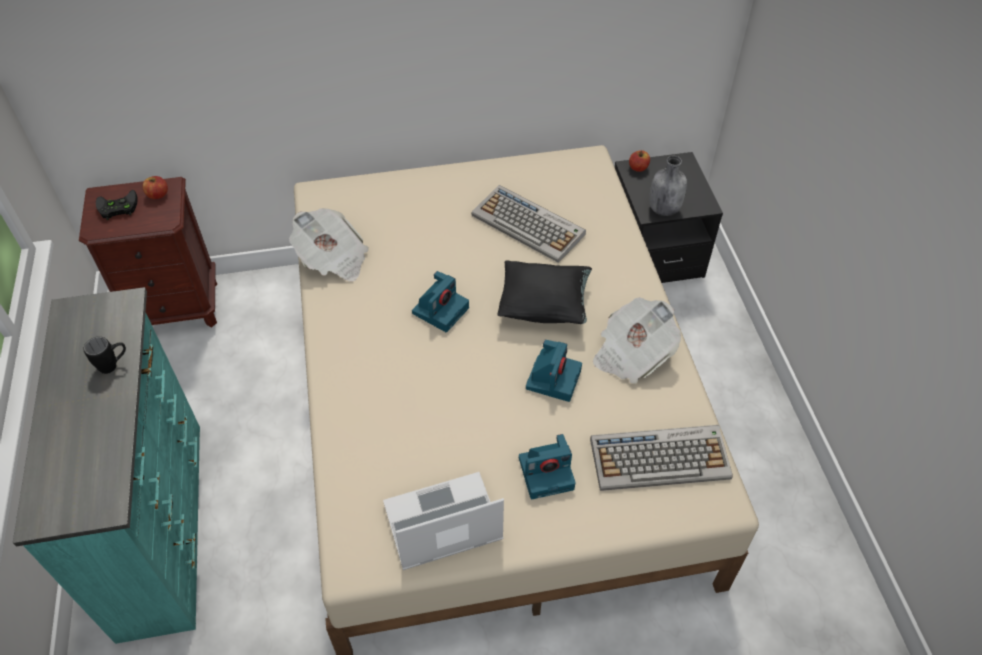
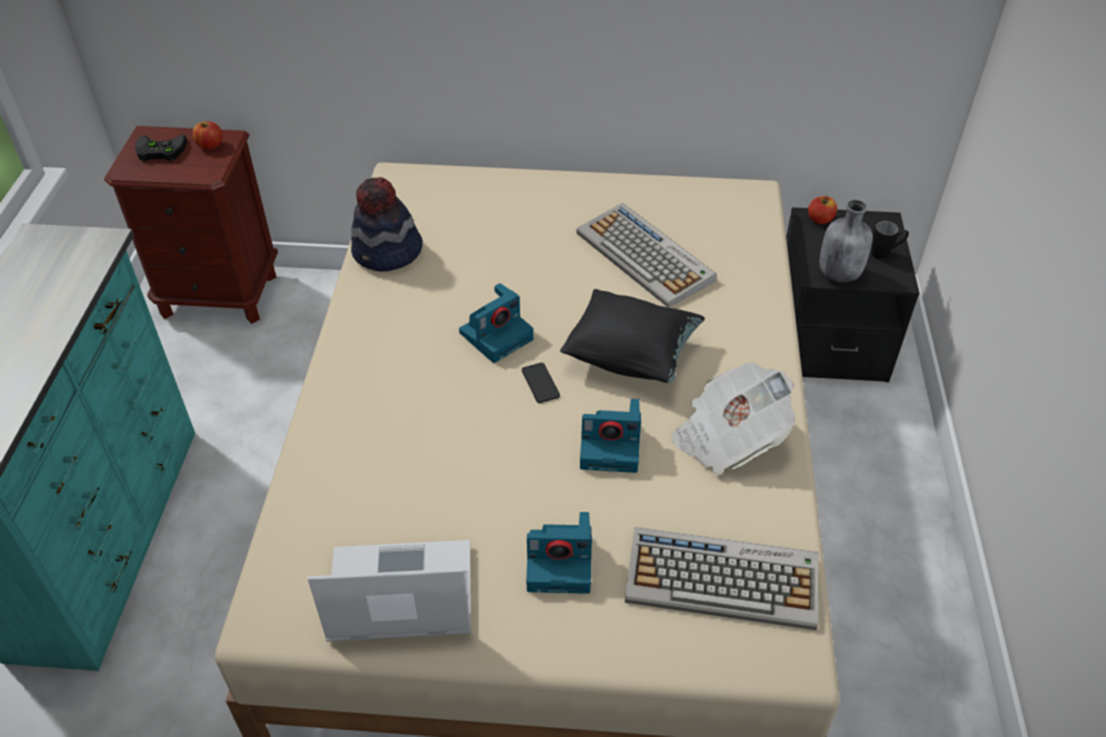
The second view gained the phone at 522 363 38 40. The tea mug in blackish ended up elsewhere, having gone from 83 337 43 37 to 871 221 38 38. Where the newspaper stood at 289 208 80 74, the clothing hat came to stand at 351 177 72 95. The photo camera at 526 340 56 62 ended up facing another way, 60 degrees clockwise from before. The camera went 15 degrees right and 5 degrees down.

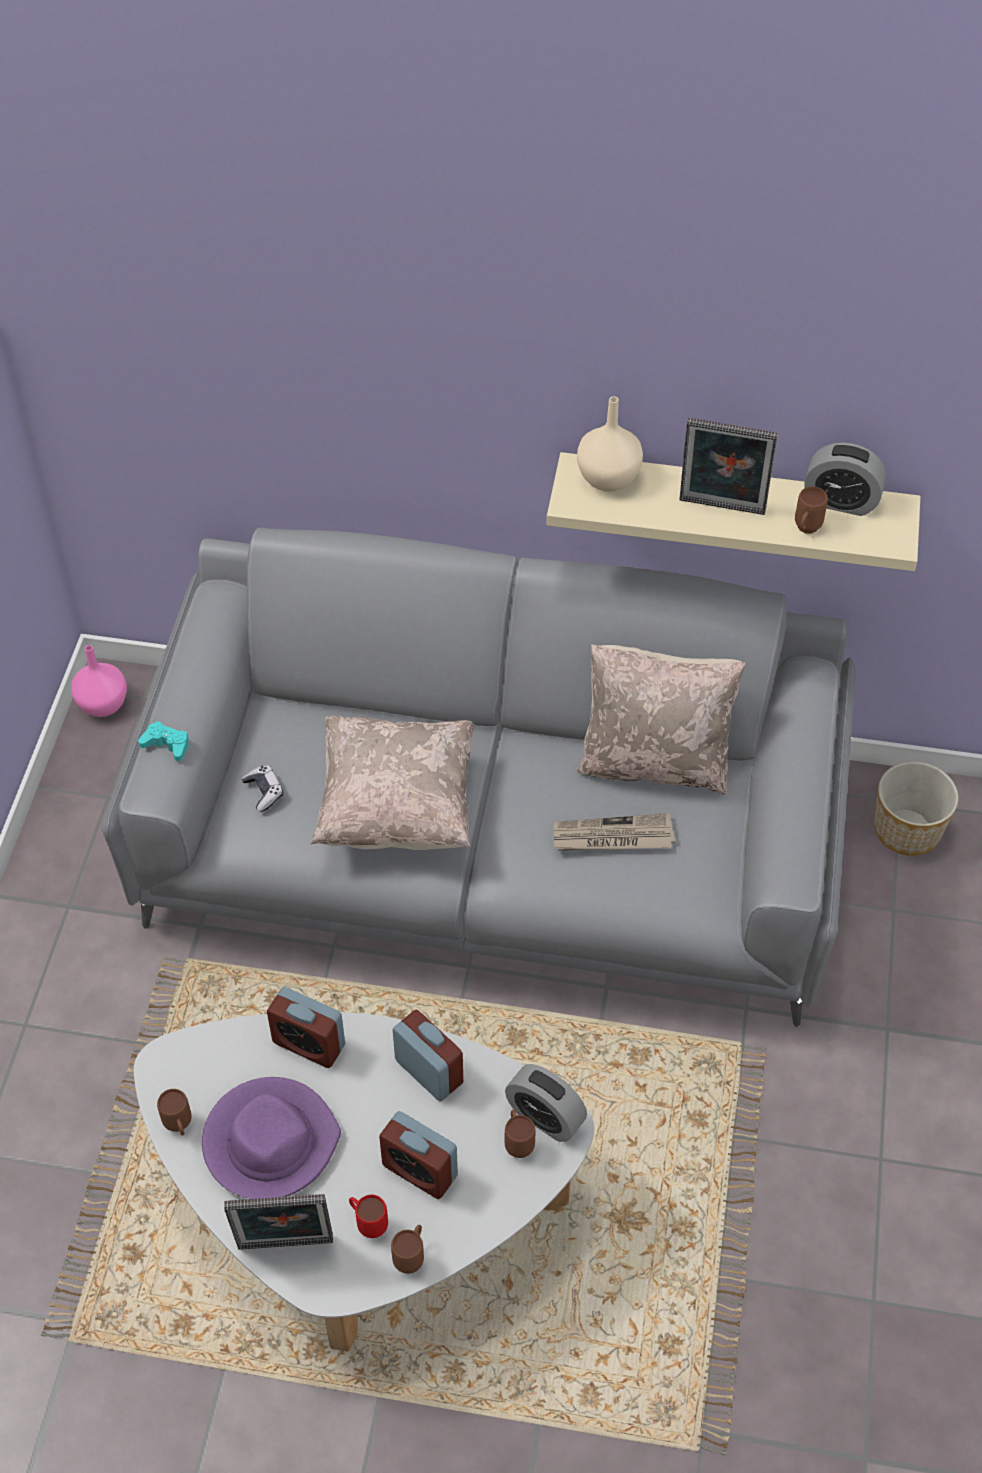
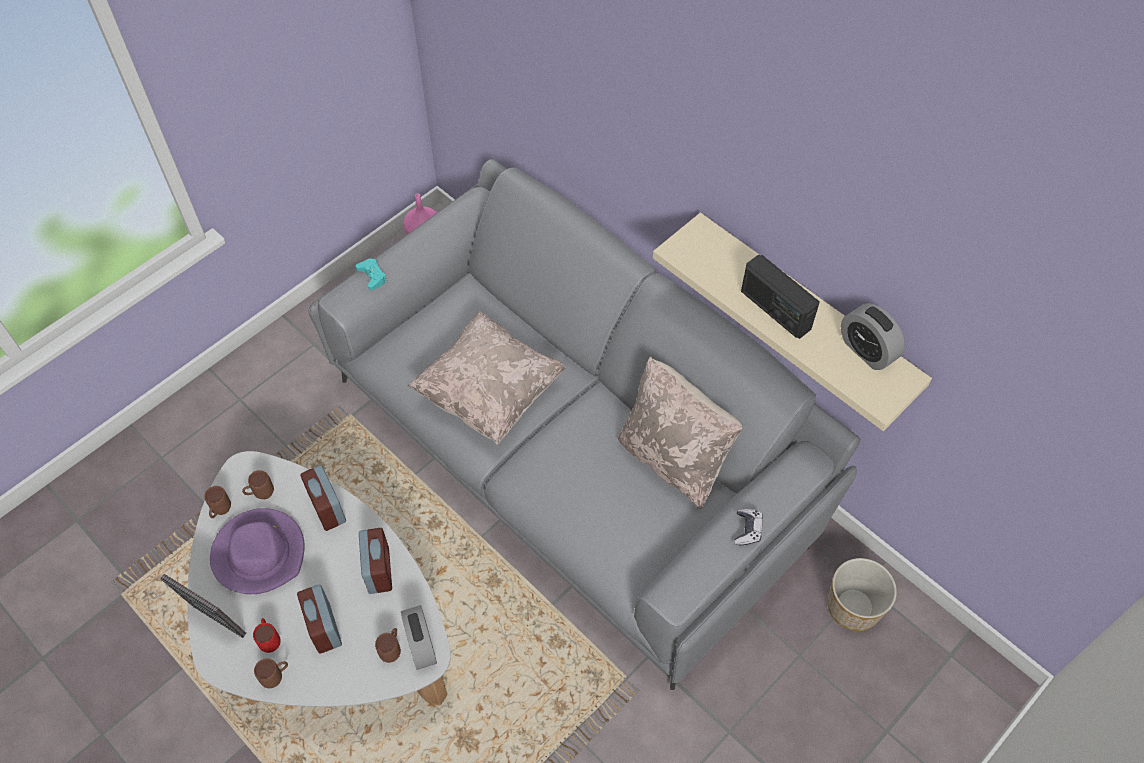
The second view lost the newspaper at 553 813 122 38. The second view lost the decorative vase in sand-coloured at 577 396 66 96. The gamepad ended up elsewhere, having gone from 241 765 42 47 to 734 509 29 36. The tea mug in brown ended up elsewhere, having gone from 795 486 33 48 to 242 470 32 29. Where the picture frame stood at 679 418 99 97, the radio receiver came to stand at 741 254 79 85. The camera went 35 degrees right and 5 degrees up.

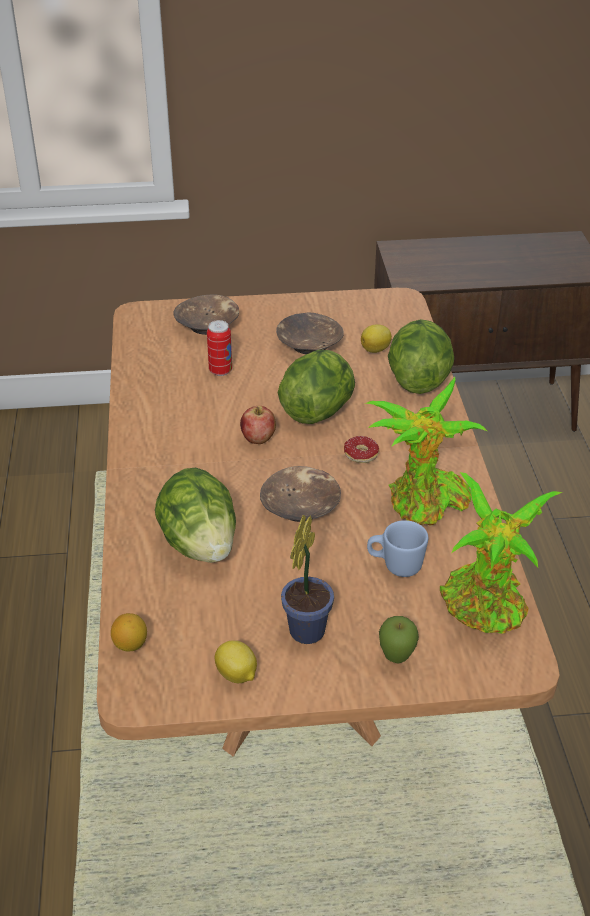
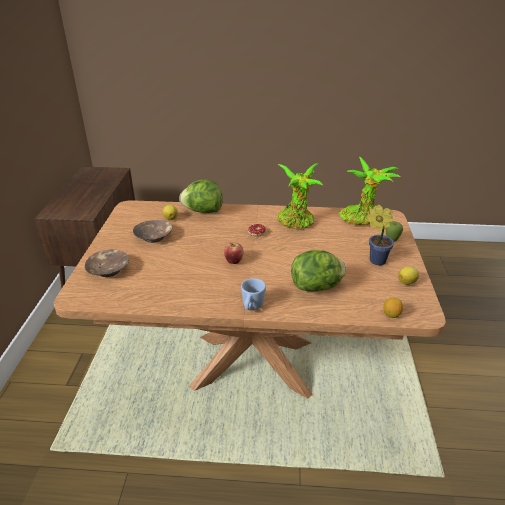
The second view lost the metal can at 207 320 25 56. The second view lost the serving bowl in brown at 260 466 81 56. The second view lost the lettuce at 278 350 77 74. The tea mug in blue-coloured ended up elsewhere, having gone from 367 520 61 57 to 241 278 25 32. The camera went 80 degrees left and 5 degrees down.

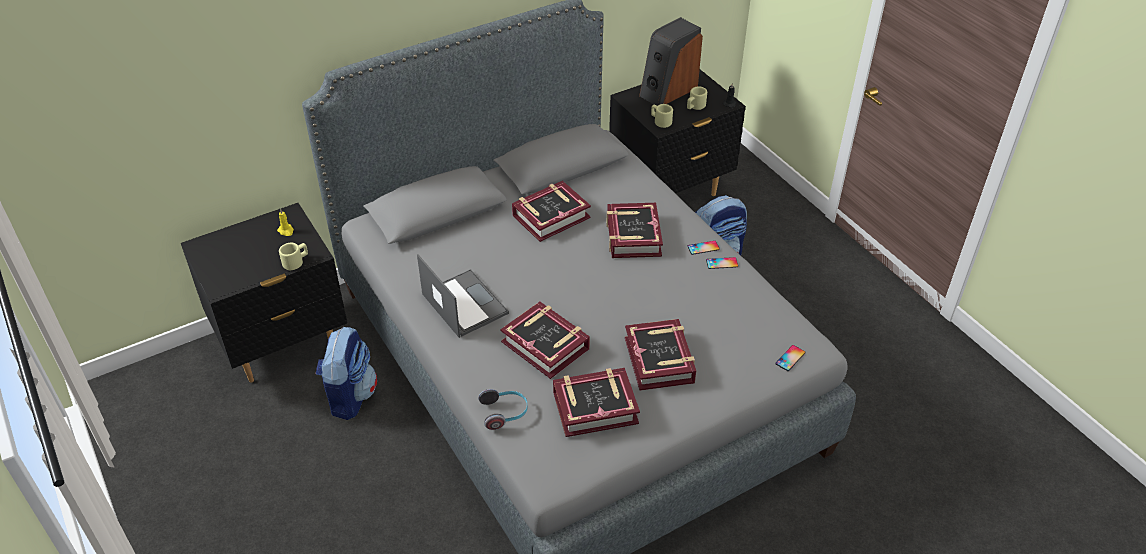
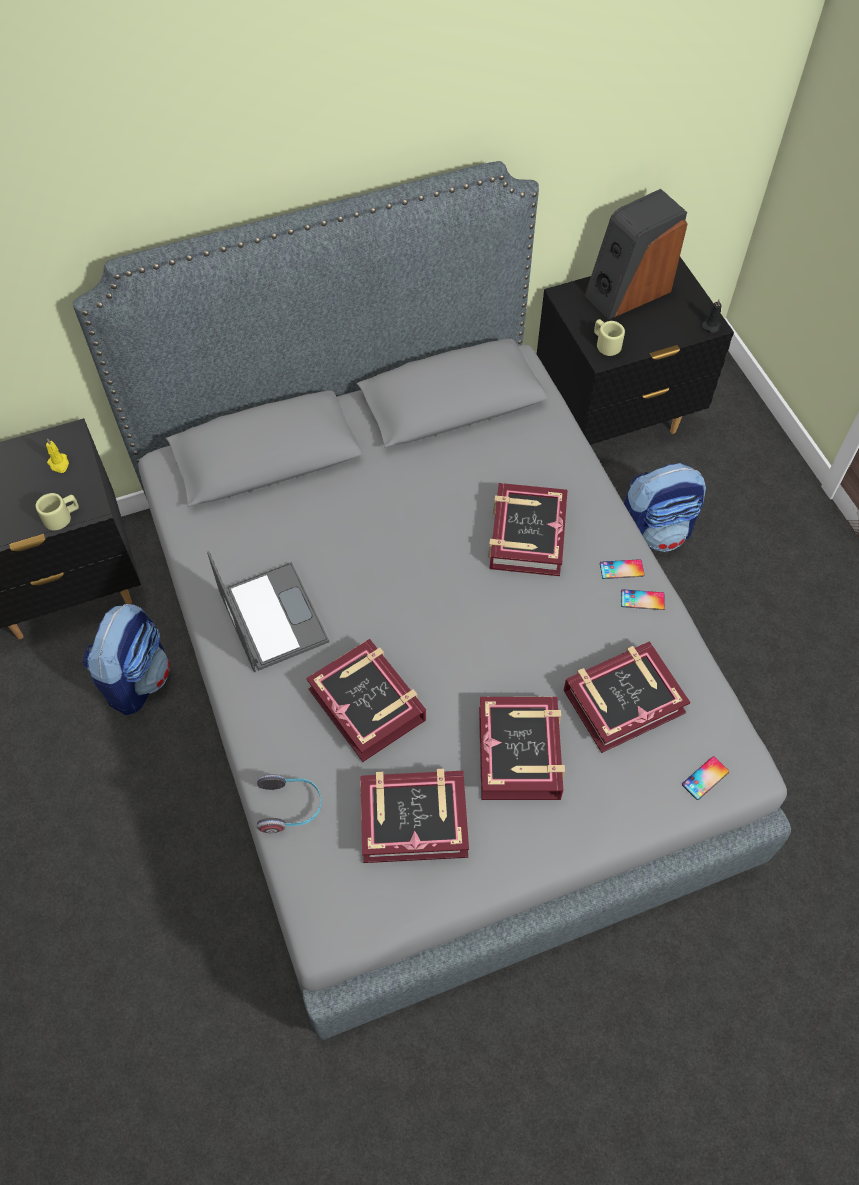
The second view lost the tea mug in sand-coloured at 687 86 20 24. The volume ended up elsewhere, having gone from 512 181 79 61 to 564 641 127 112. The camera went 10 degrees right and 15 degrees up.

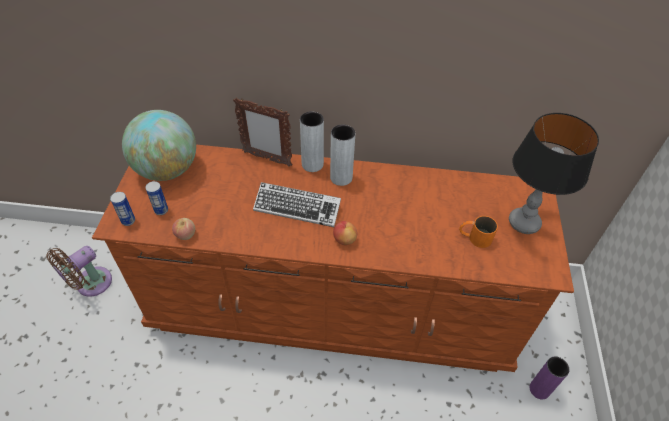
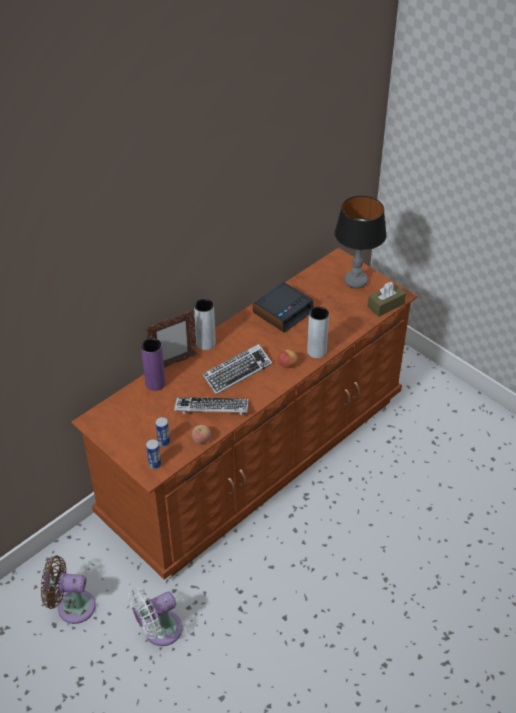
The second view lost the world globe at 122 110 74 71. The second view lost the tea mug in orange-coloured at 459 216 39 32. The second view gained the fan in white at 128 588 55 58. The second view gained the PC keyboard at 174 397 74 18. The second view gained the table clock at 253 282 61 51. The second view gained the tissue box in brown at 367 282 39 35. The decorative vase in greyish ended up elsewhere, having gone from 330 124 25 62 to 307 307 22 51. The decorative vase in purple ended up elsewhere, having gone from 529 357 40 42 to 141 338 24 53. The fan in brown at 46 246 66 51 ended up facing another way, 105 degrees clockwise from before. The camera went 50 degrees left and 5 degrees down.

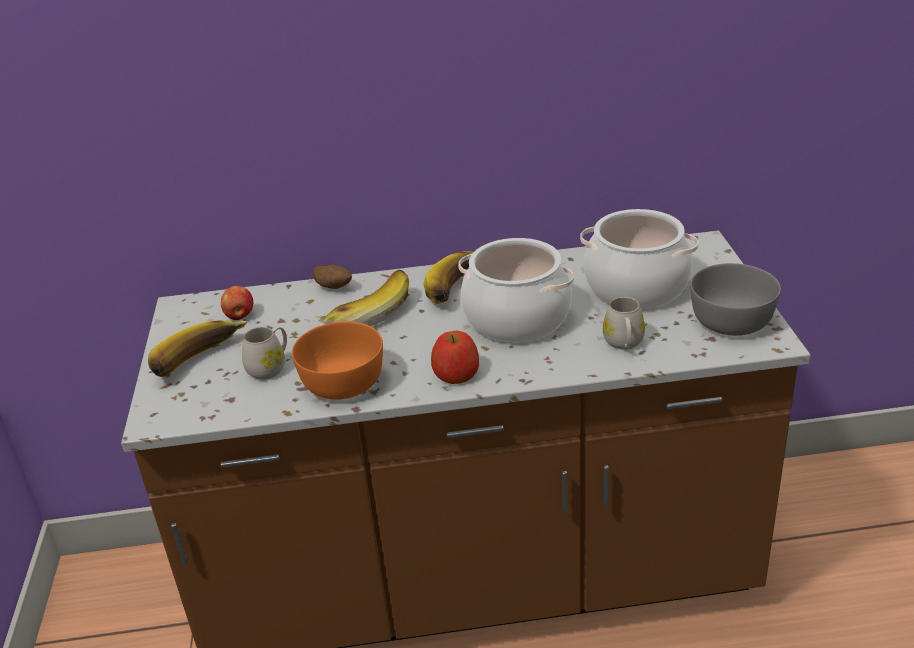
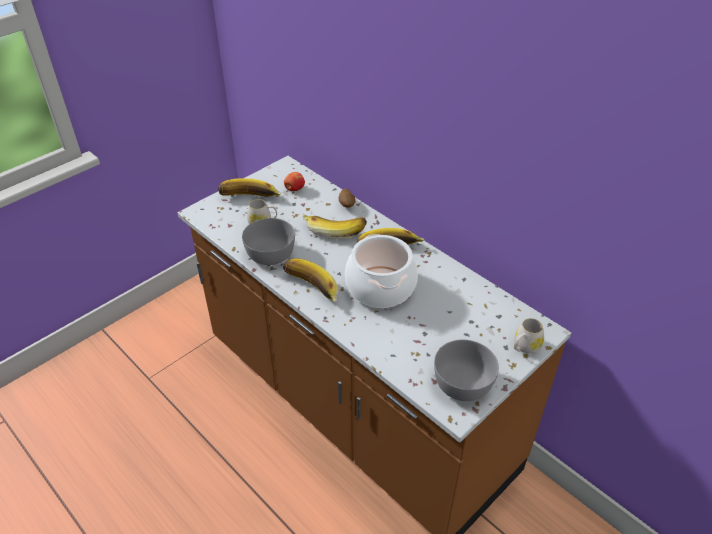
The second view lost the cooking pot at 580 209 119 100. The tea mug in white ended up elsewhere, having gone from 603 297 42 53 to 514 318 30 36. Where the apple stood at 431 331 48 53, the banana fruit came to stand at 283 258 55 44. What was the serving bowl in orange-coloured at 292 321 91 78 turned into the serving bowl in greyish at 242 218 53 47. The camera went 50 degrees right and 10 degrees up.

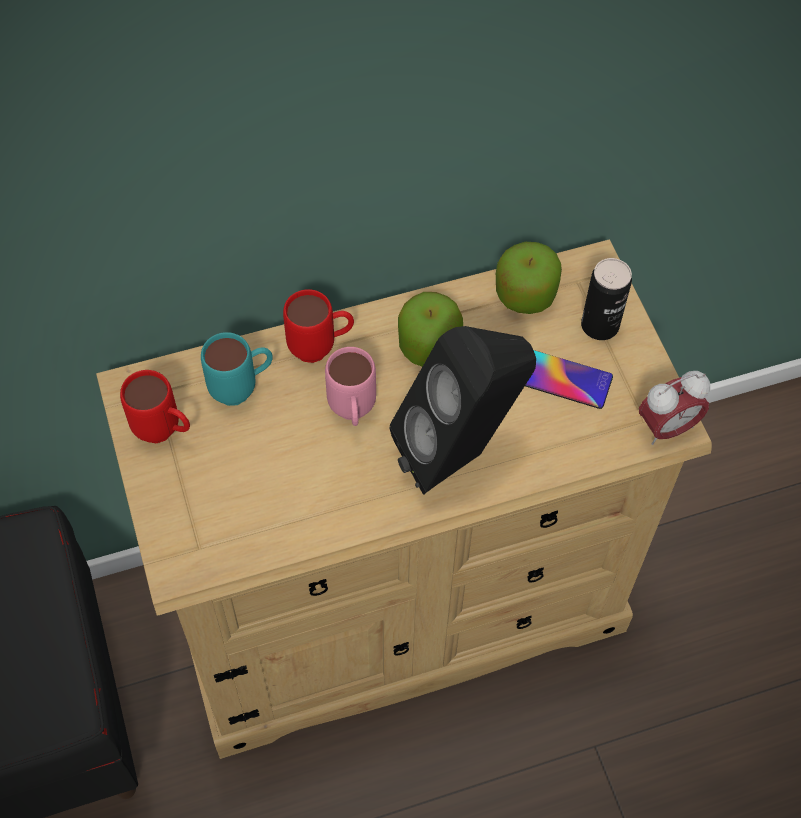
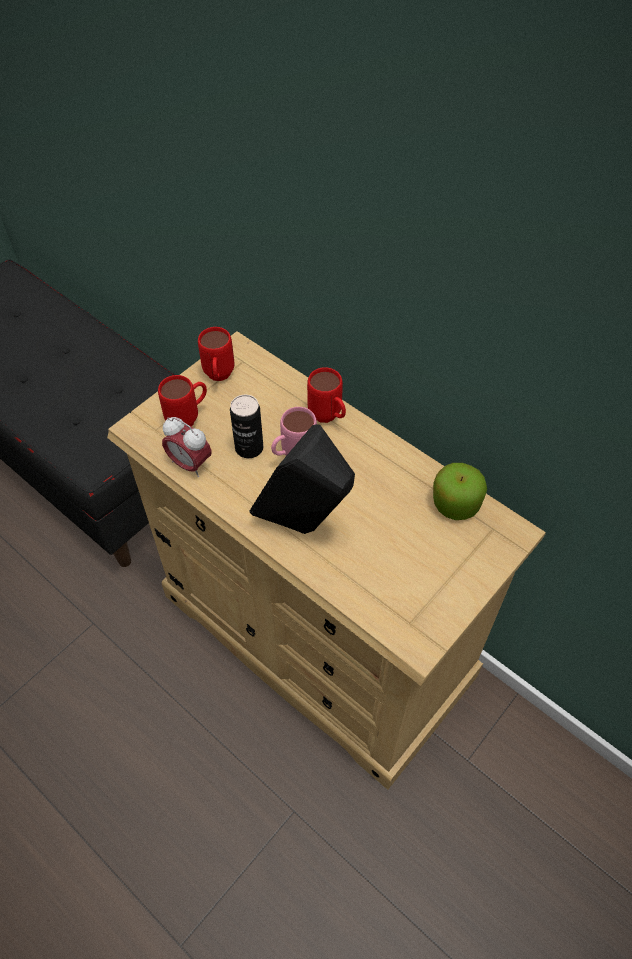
The second view lost the tea mug in turquoise-coloured at 201 332 72 74. The second view lost the apple at 398 292 65 75. The second view lost the phone at 525 350 88 59. The second view gained the tea mug in red at 158 375 49 51. The metal can ended up elsewhere, having gone from 581 258 51 82 to 230 395 33 63. The table clock ended up elsewhere, having gone from 639 371 71 74 to 162 417 50 60. The camera went 60 degrees right and 5 degrees down.

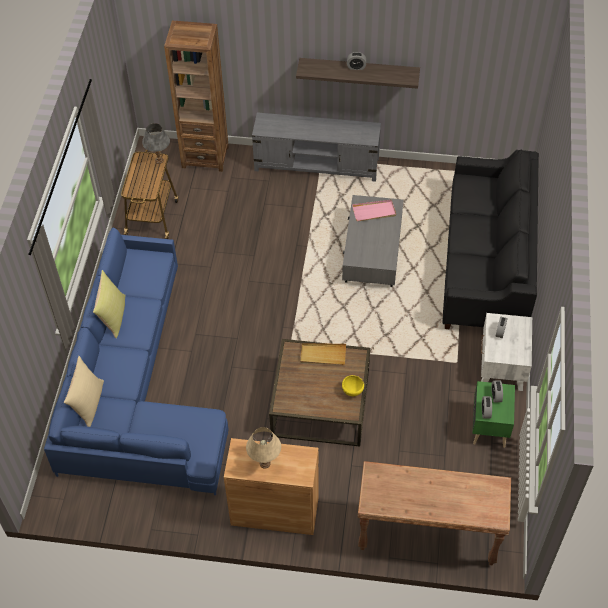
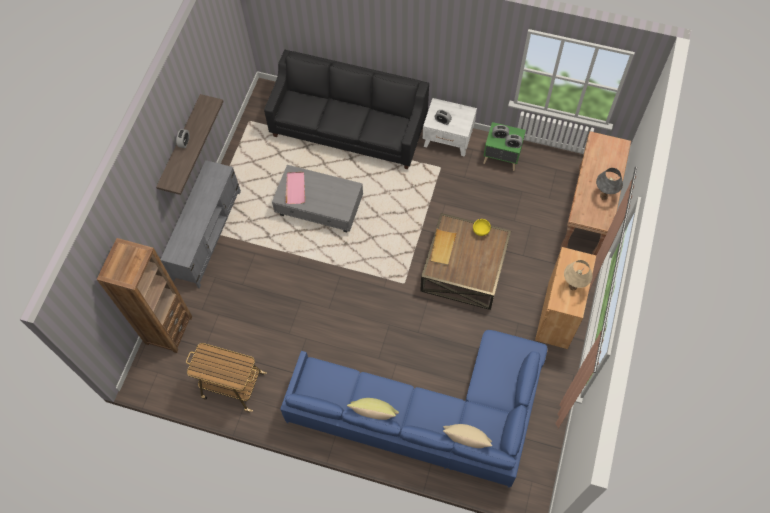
The lamp for a table in greyish ended up elsewhere, having gone from 142 123 28 41 to 596 168 27 32. The camera went 80 degrees left and 10 degrees up.

